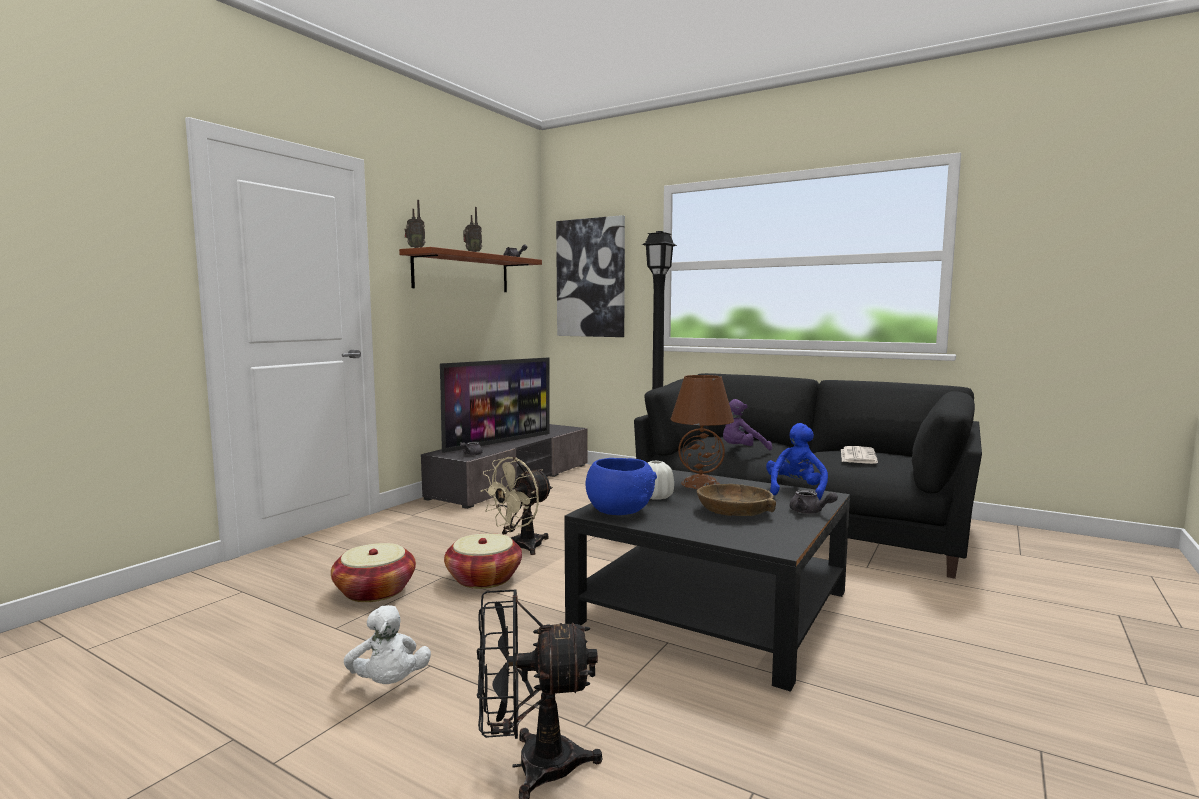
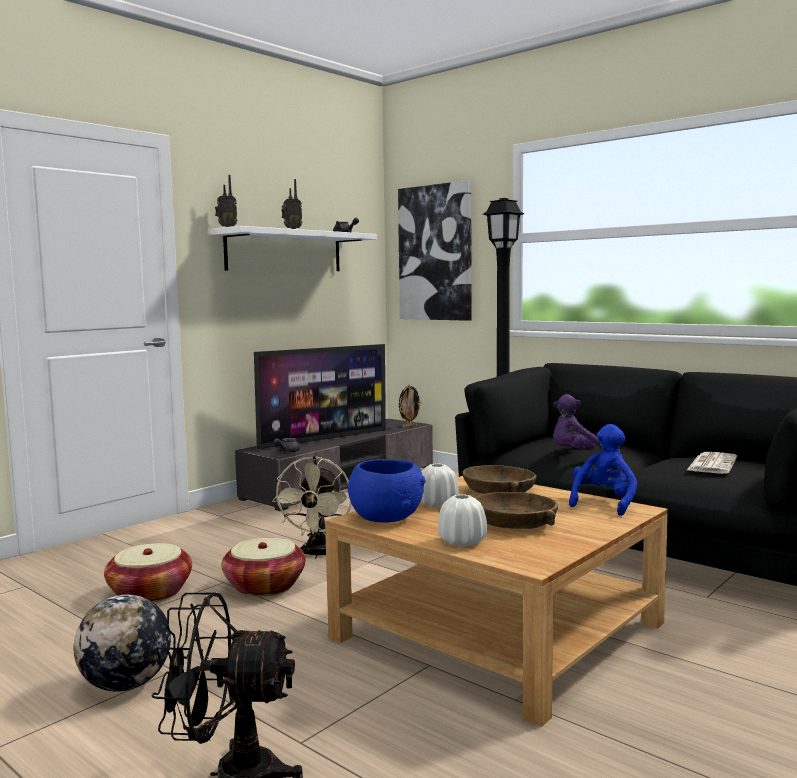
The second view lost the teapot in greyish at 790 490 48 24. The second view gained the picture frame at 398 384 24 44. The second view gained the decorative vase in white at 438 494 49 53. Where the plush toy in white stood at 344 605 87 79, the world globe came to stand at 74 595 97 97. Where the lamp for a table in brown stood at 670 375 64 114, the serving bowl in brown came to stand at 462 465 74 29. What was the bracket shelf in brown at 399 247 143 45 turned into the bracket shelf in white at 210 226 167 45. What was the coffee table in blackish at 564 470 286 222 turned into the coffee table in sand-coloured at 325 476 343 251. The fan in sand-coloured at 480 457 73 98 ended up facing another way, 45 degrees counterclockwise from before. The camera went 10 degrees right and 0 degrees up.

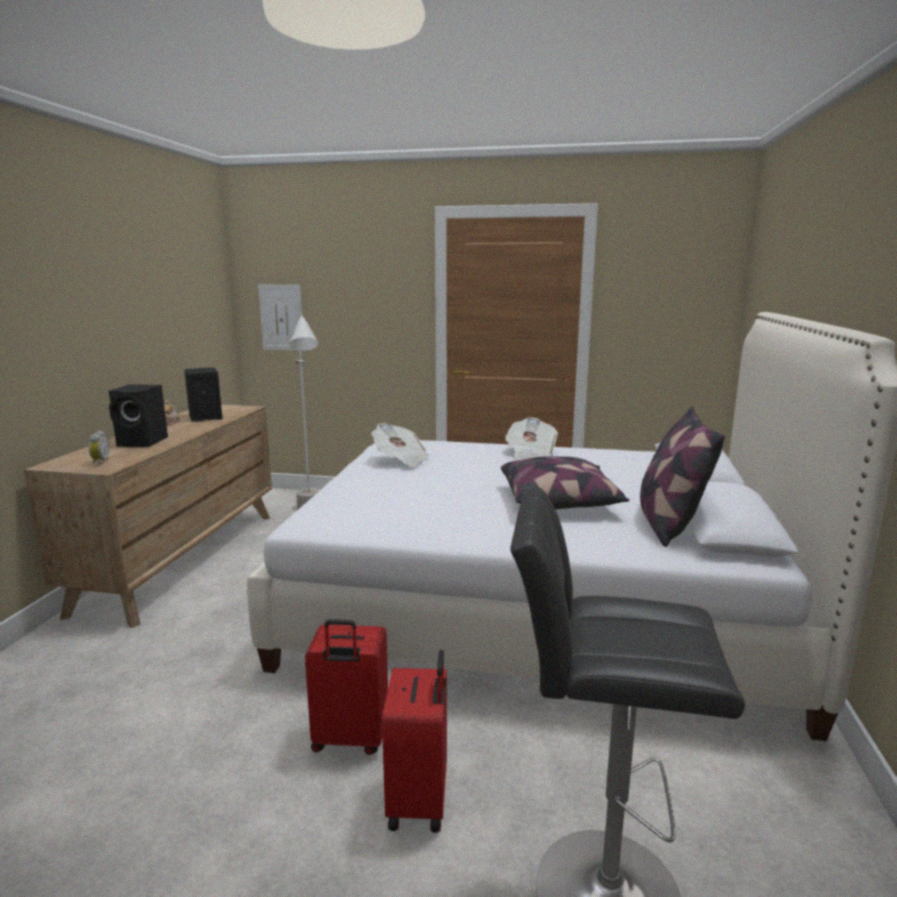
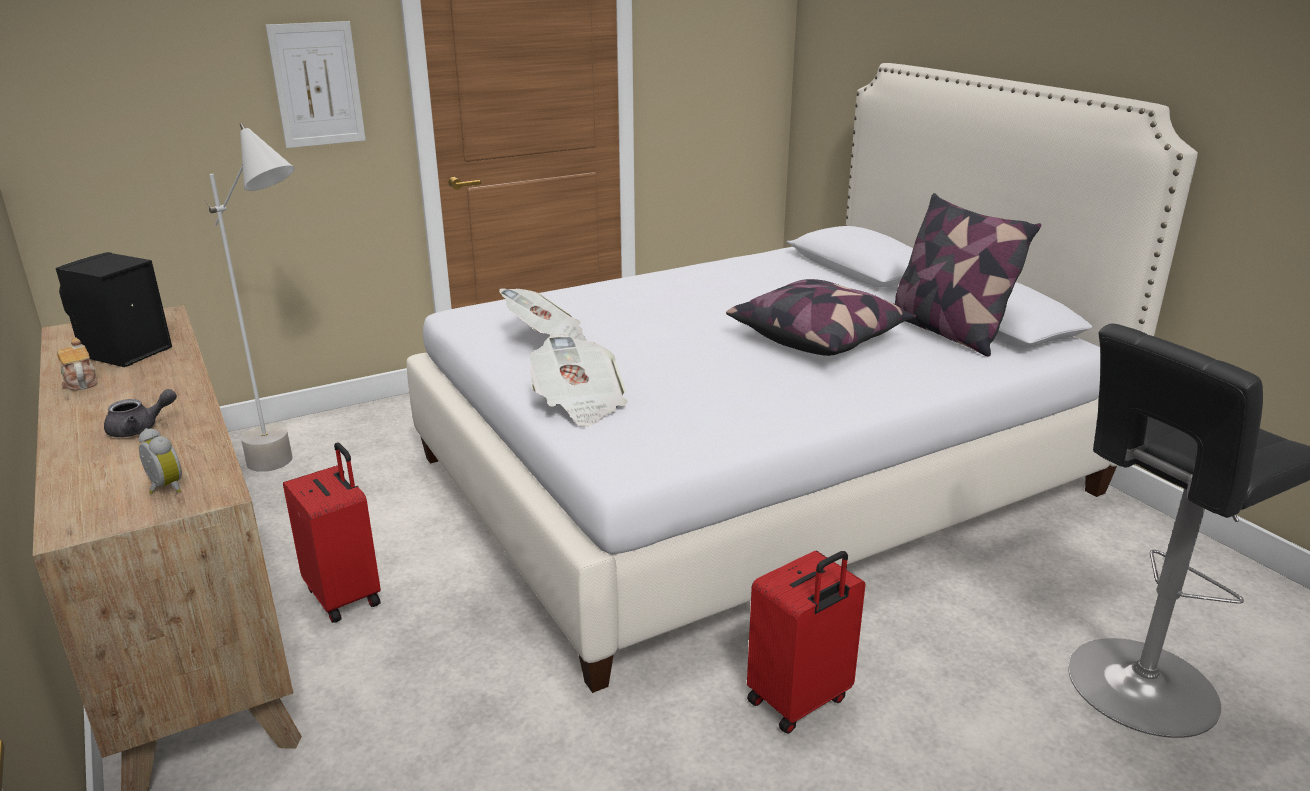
The wall picture ended up elsewhere, having gone from 258 285 44 66 to 266 21 100 127. The suitcase in red ended up elsewhere, having gone from 382 650 65 183 to 283 442 98 181. The newspaper ended up elsewhere, having gone from 505 417 53 43 to 529 334 99 93. Where the loudspeaker in blackish stood at 109 384 59 63, the teapot in greyish came to stand at 104 389 73 48. The camera went 40 degrees left and 10 degrees up.

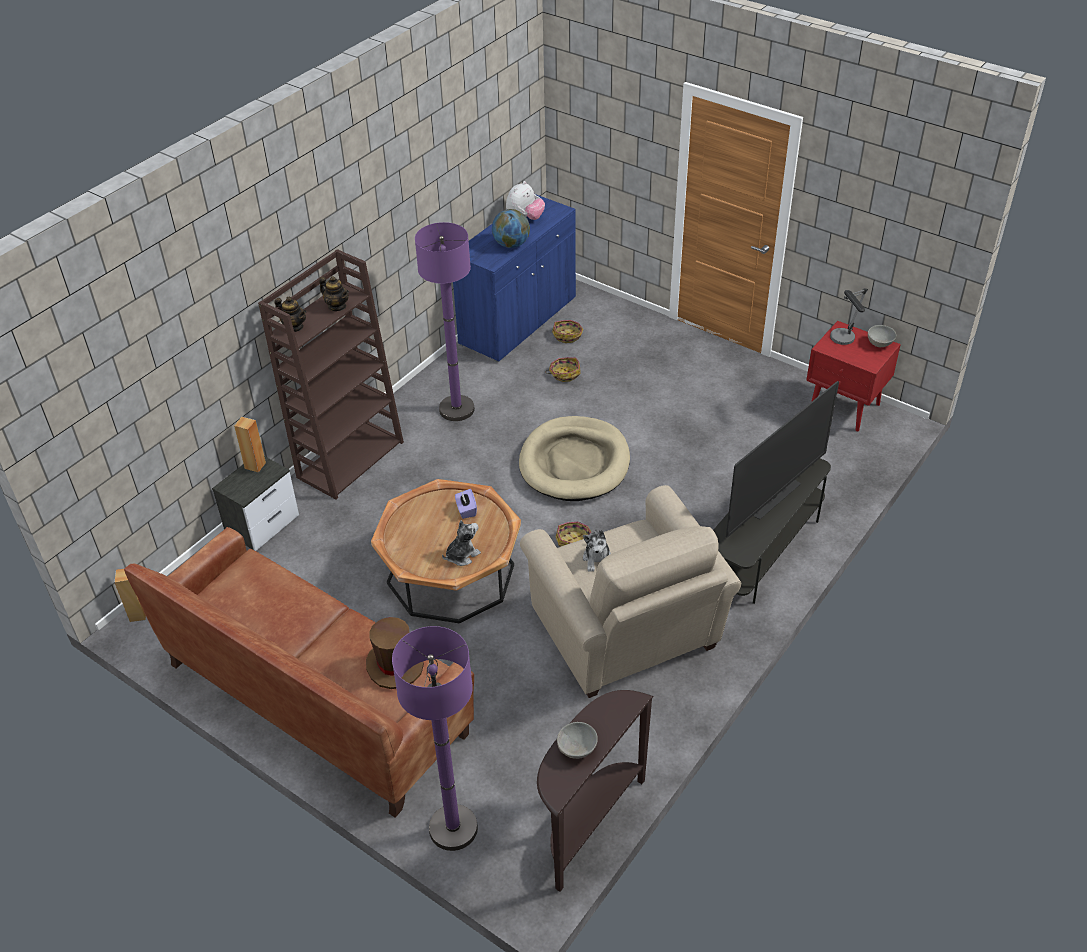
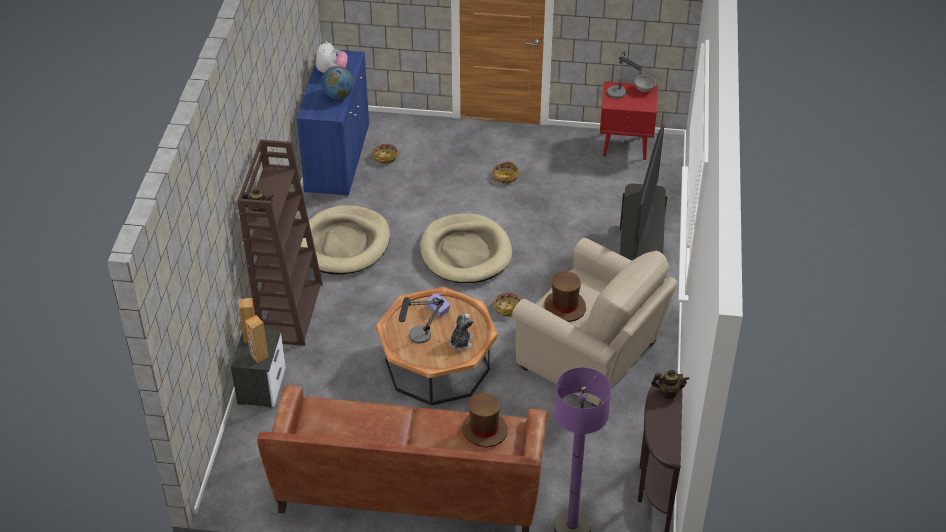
The second view lost the serving bowl in greyish at 557 722 41 37. The second view gained the lamp for a table at 399 297 45 47. The loudspeaker in brown ended up elsewhere, having gone from 115 569 31 53 to 245 315 24 48. The teapot ended up elsewhere, having gone from 319 276 30 35 to 651 369 38 29. The household basket ended up elsewhere, having gone from 545 357 36 25 to 491 161 29 23. Where the standing lamp in purple stood at 415 222 60 199, the pet bed in sand-coloured came to stand at 300 205 90 69. Where the plush toy stood at 583 529 28 43, the clothing hat in brown came to stand at 544 271 42 51. The camera went 30 degrees left and 0 degrees up.

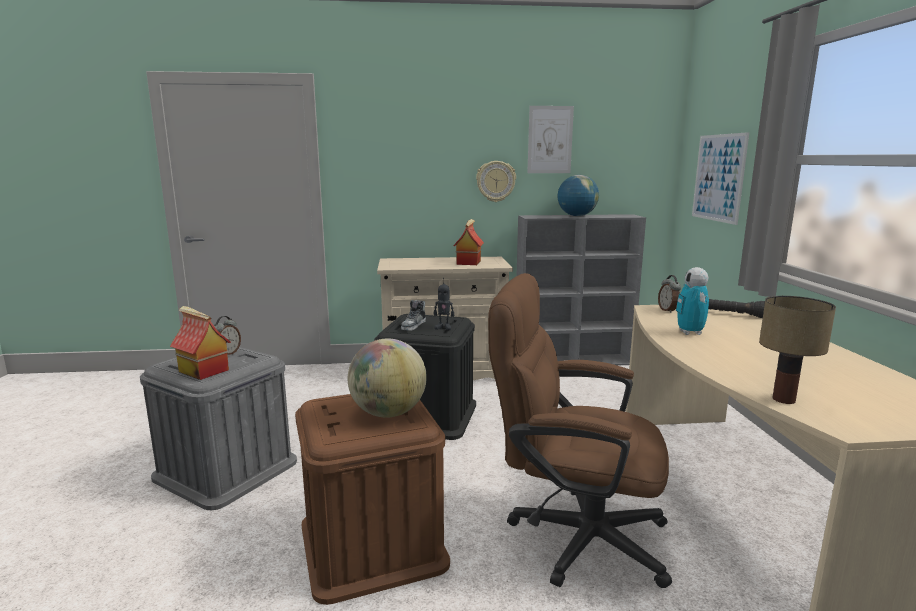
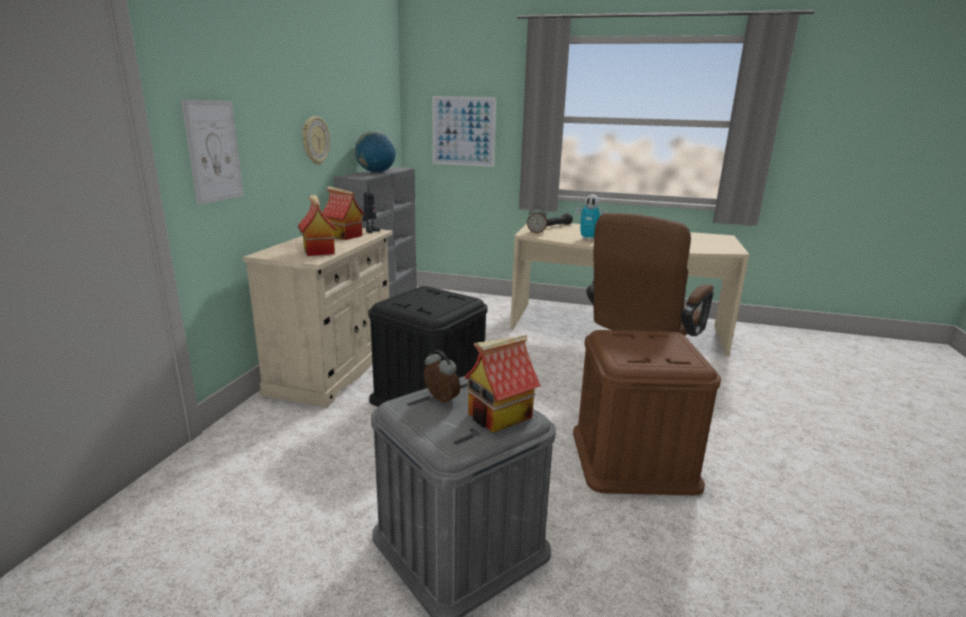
The second view lost the world globe at 348 339 79 79. The second view lost the item of footwear at 401 300 25 31. The second view lost the lamp for a table at 759 296 77 108. The second view gained the model house at 298 195 40 61. The robot figure ended up elsewhere, having gone from 434 278 20 52 to 363 185 17 48. The wall picture ended up elsewhere, having gone from 527 106 47 67 to 181 99 63 106. The camera went 70 degrees left and 5 degrees up.

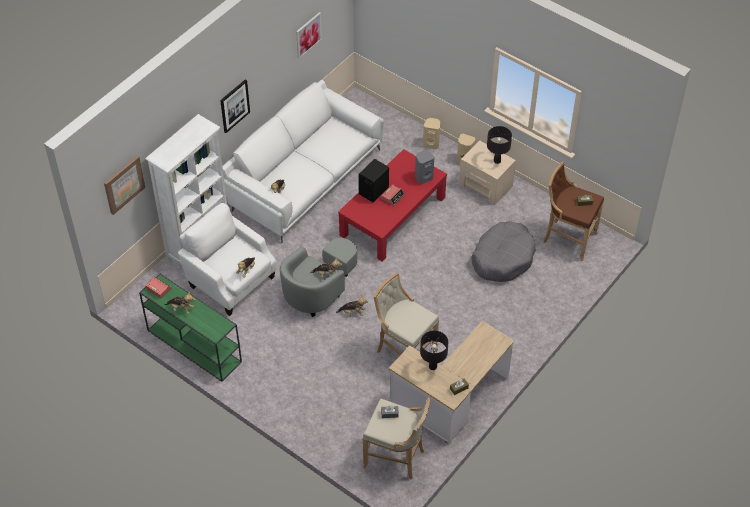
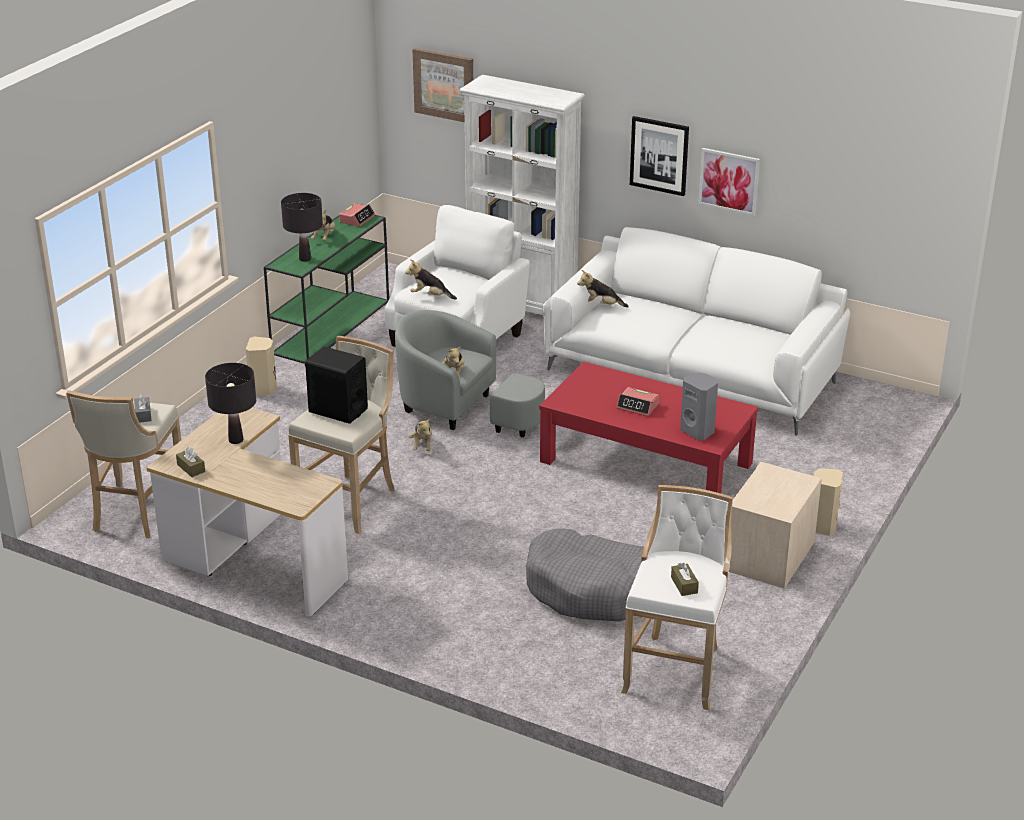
The wall picture ended up elsewhere, having gone from 296 12 26 47 to 698 148 62 68. The loudspeaker in blackish ended up elsewhere, having gone from 359 159 30 43 to 305 347 63 77. The loudspeaker in sand-coloured ended up elsewhere, having gone from 423 118 17 31 to 246 336 31 60. The lamp for a table in blackish ended up elsewhere, having gone from 487 126 25 38 to 281 193 42 69. What was the sitting stool in brown at 543 161 61 100 turned into the sitting stool in white at 621 485 112 225. The camera went 80 degrees right and 20 degrees down.

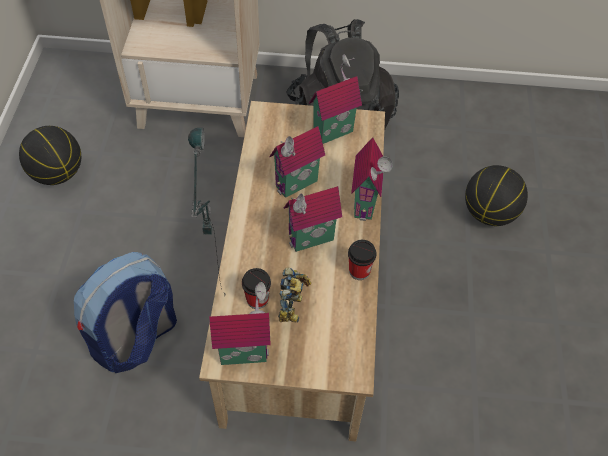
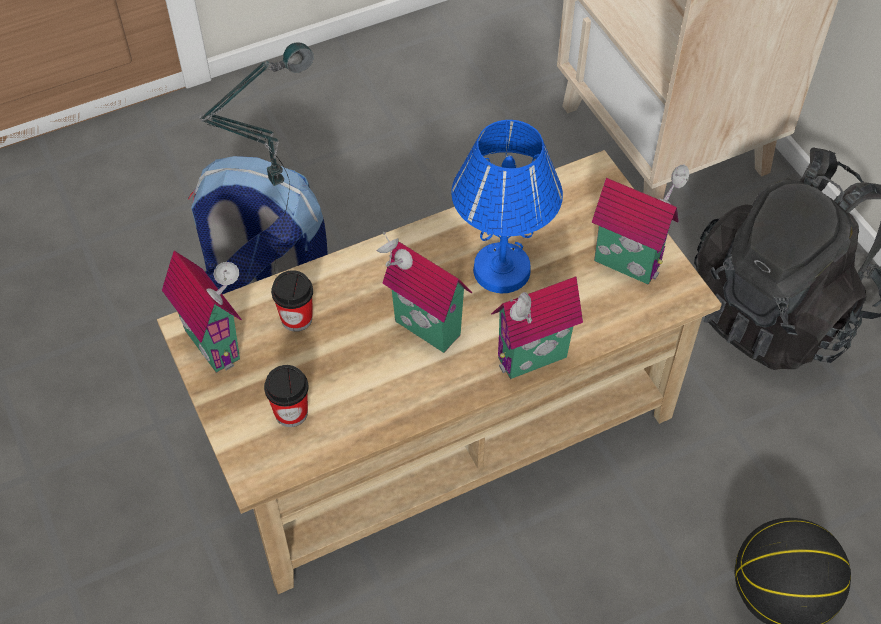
The second view lost the basketball at 19 126 62 59. The second view lost the robot figure at 278 268 33 55. The cup ended up elsewhere, having gone from 348 240 28 40 to 264 365 44 62. Where the model house stood at 269 126 56 72, the lamp for a table in blue-coloured came to stand at 451 120 112 173. The camera went 60 degrees right and 0 degrees up.

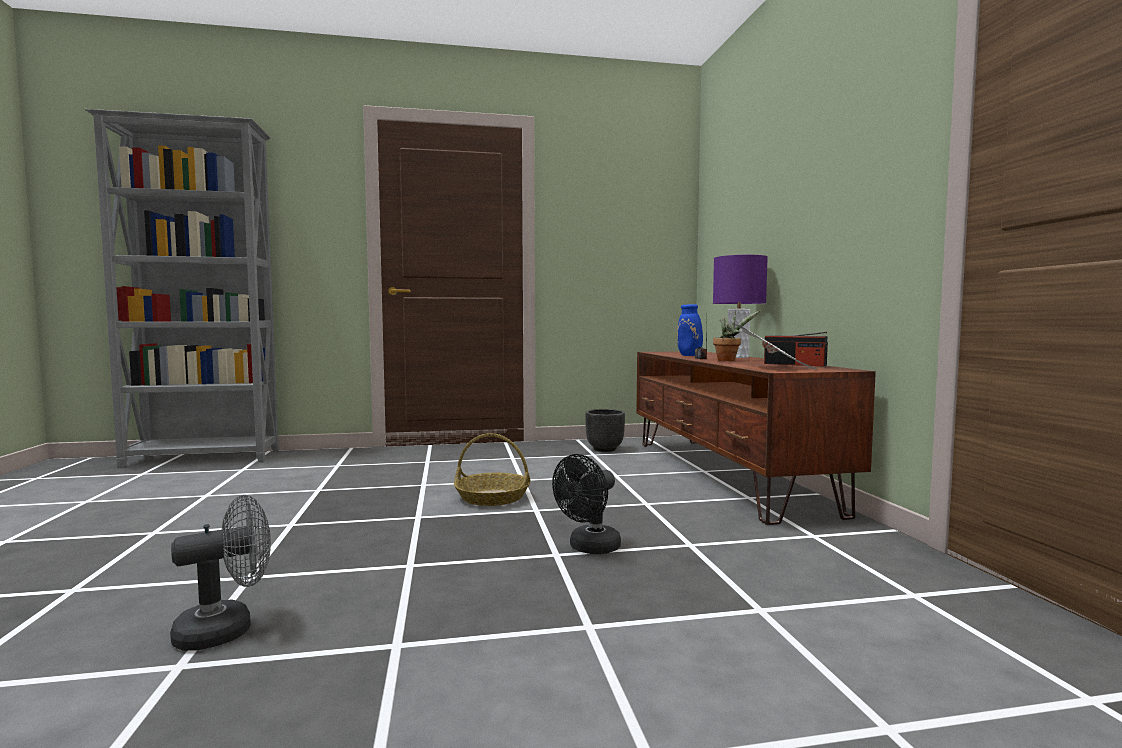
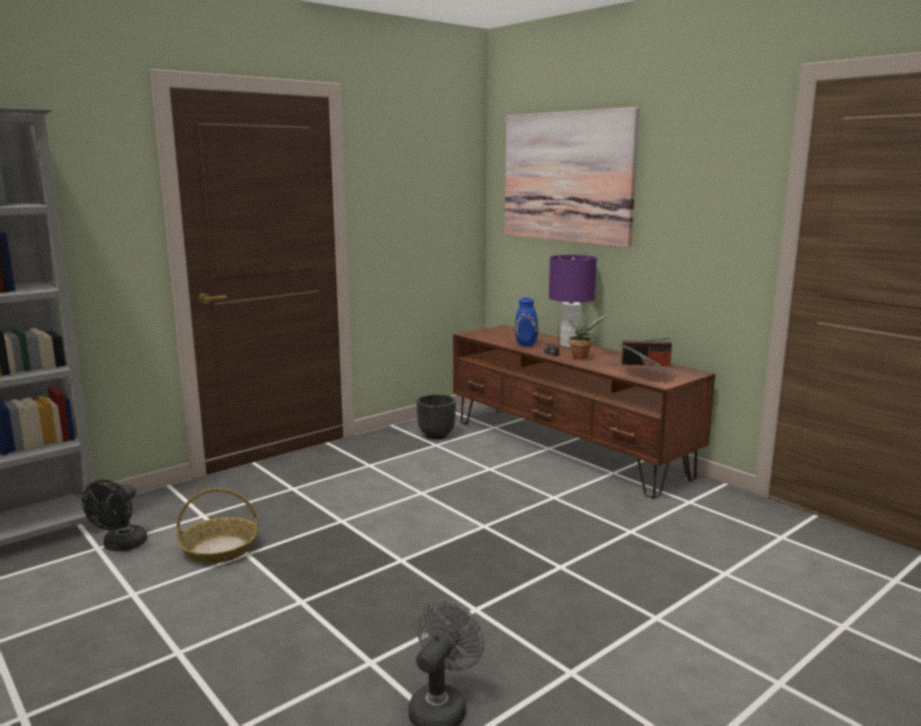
The second view gained the wall picture at 505 107 135 141. The household basket ended up elsewhere, having gone from 454 433 76 73 to 176 488 82 76. The fan in blackish ended up elsewhere, having gone from 552 454 69 100 to 82 480 65 71. The camera went 30 degrees left and 10 degrees up.

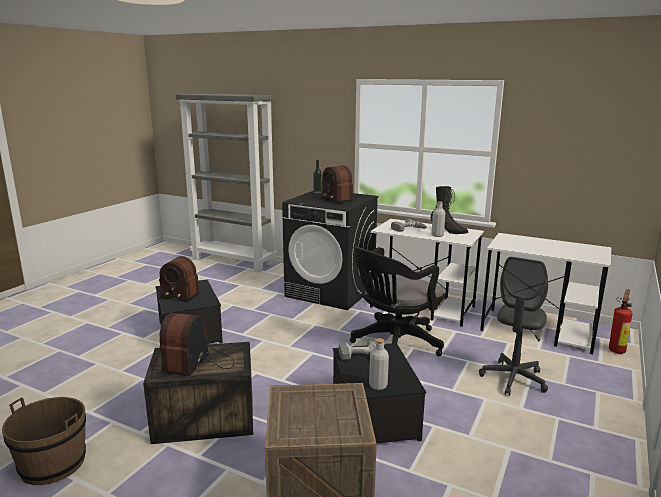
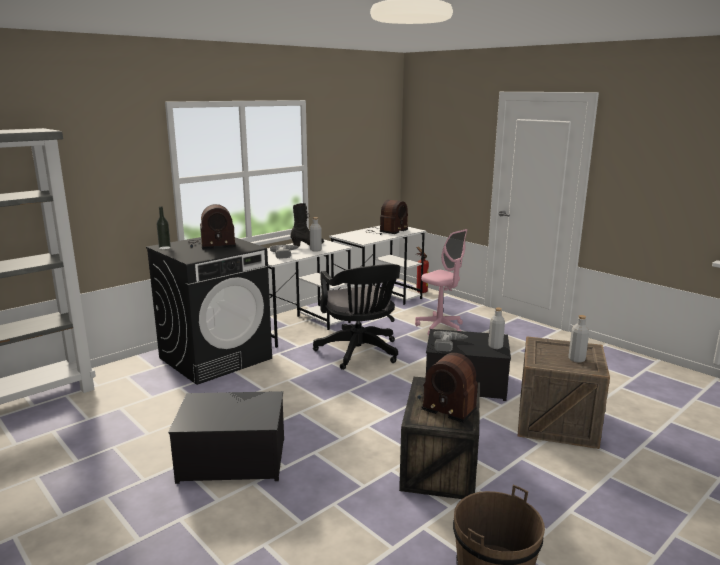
The second view gained the bottle in greyish at 568 315 21 48. The radio receiver ended up elsewhere, having gone from 159 256 40 46 to 367 200 41 35. What was the computer chair in greyish at 479 257 69 139 turned into the computer chair in pink at 415 229 52 107. The camera went 70 degrees left and 0 degrees up.

